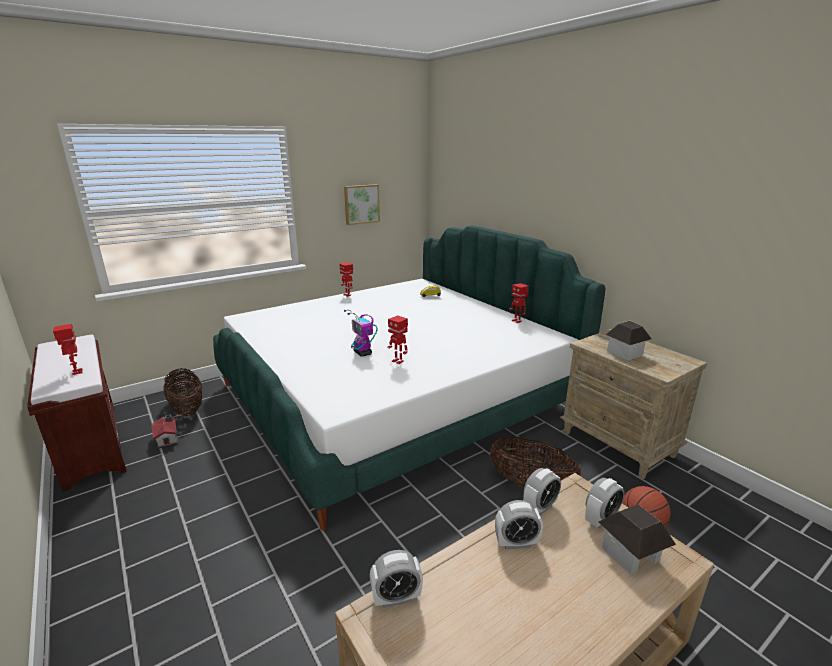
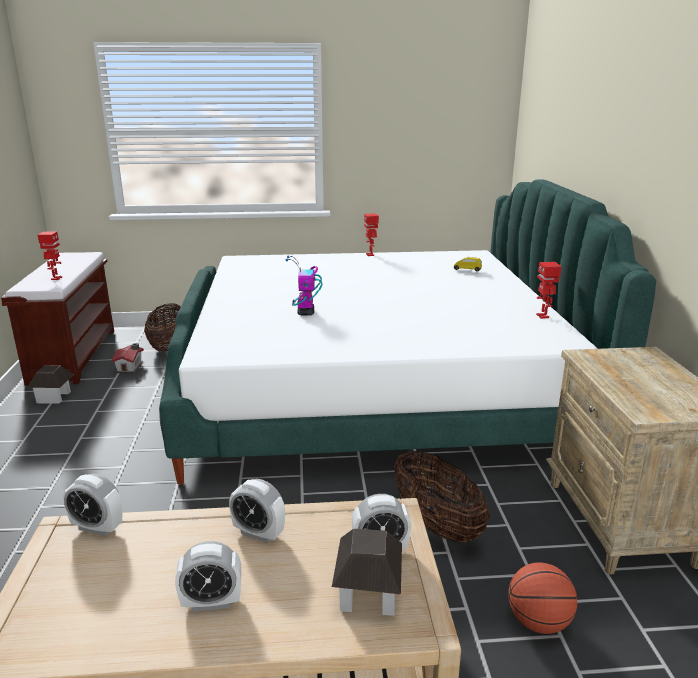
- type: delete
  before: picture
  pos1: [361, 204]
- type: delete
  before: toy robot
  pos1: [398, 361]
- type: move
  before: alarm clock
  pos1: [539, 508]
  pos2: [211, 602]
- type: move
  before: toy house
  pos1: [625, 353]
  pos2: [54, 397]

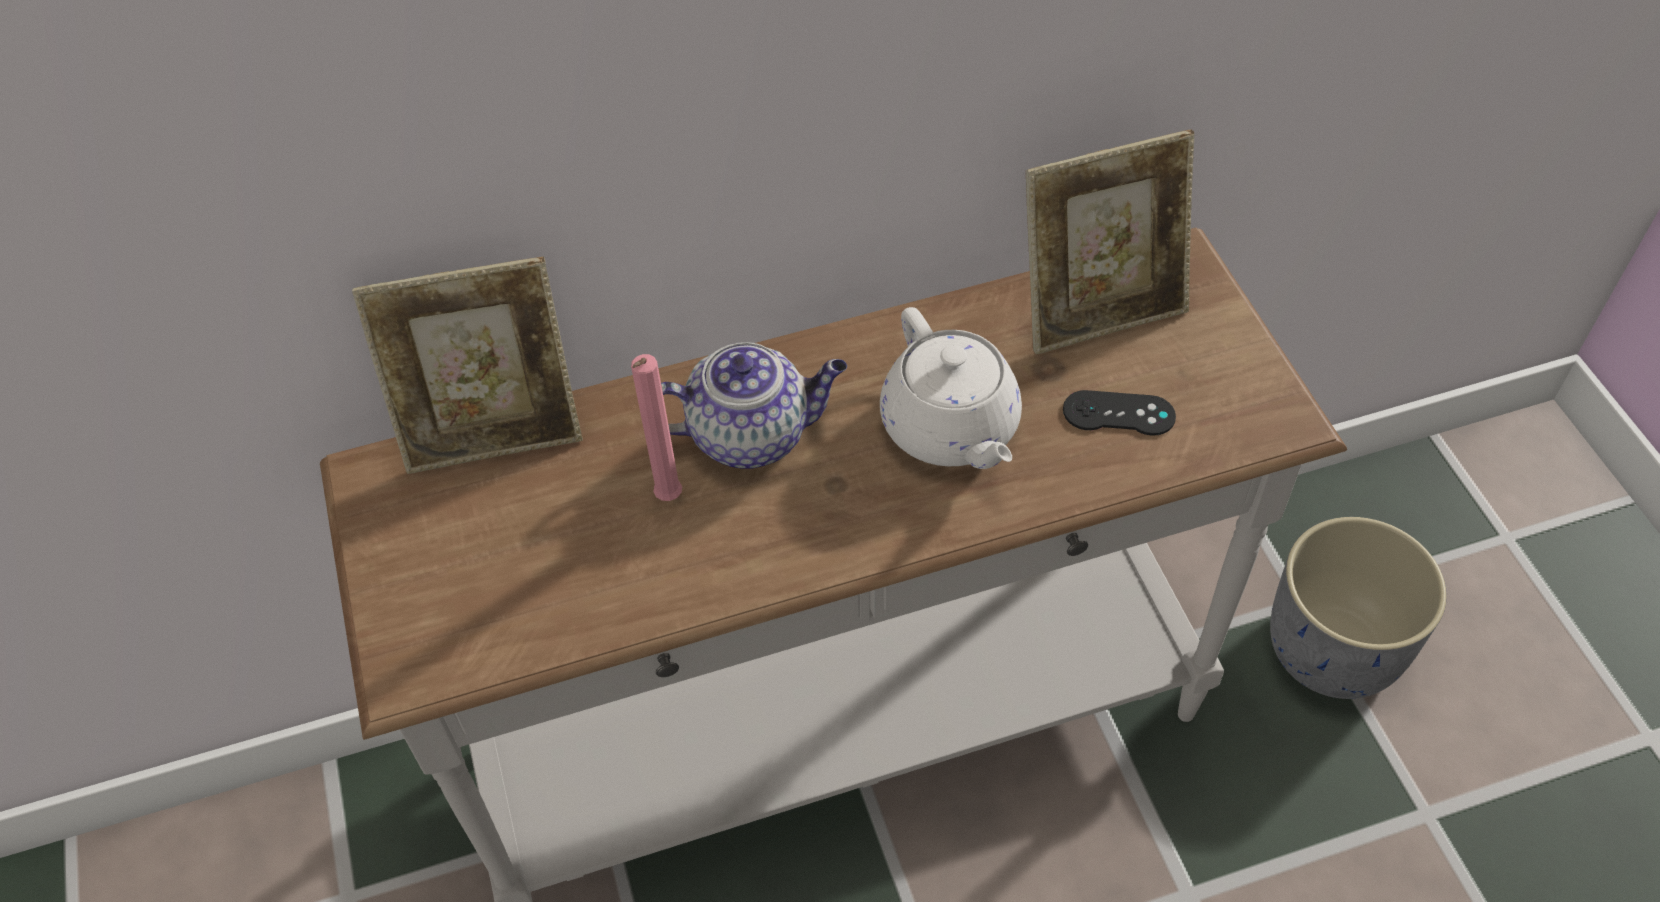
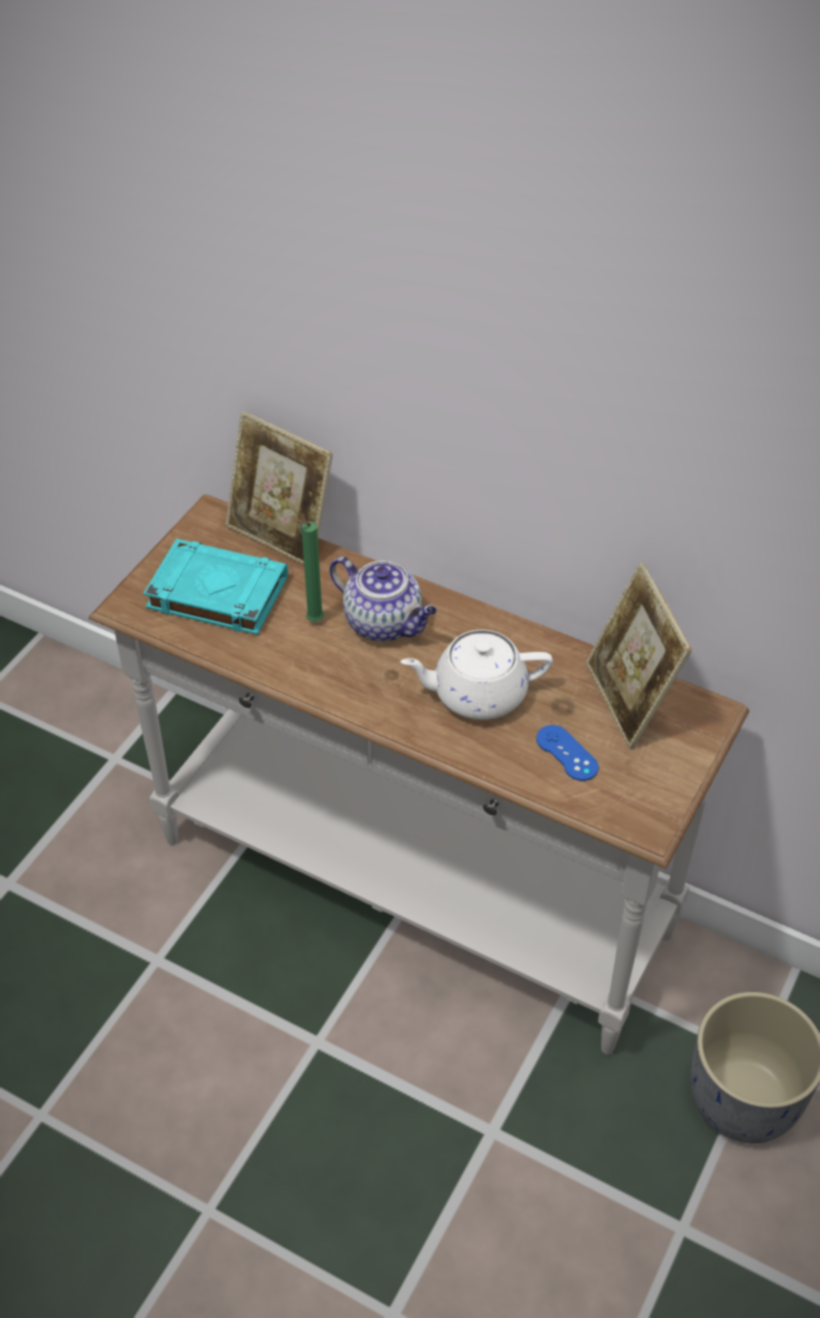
- type: recolor
  before: candle/pink
  after: candle/green
  pos1: [667, 500]
  pos2: [312, 621]
- type: rotate
  before: teapot/white
  pos1: [951, 428]
  pos2: [477, 693]
  turn: 60
- type: rotate
  before: picture frame
  pos1: [1099, 310]
  pos2: [628, 701]
  turn: 45
- type: recolor
  before: game controller/black
  after: game controller/blue
  pos1: [1118, 413]
  pos2: [567, 753]
- type: insert
  after: book/turquoise
  pos2: [216, 593]

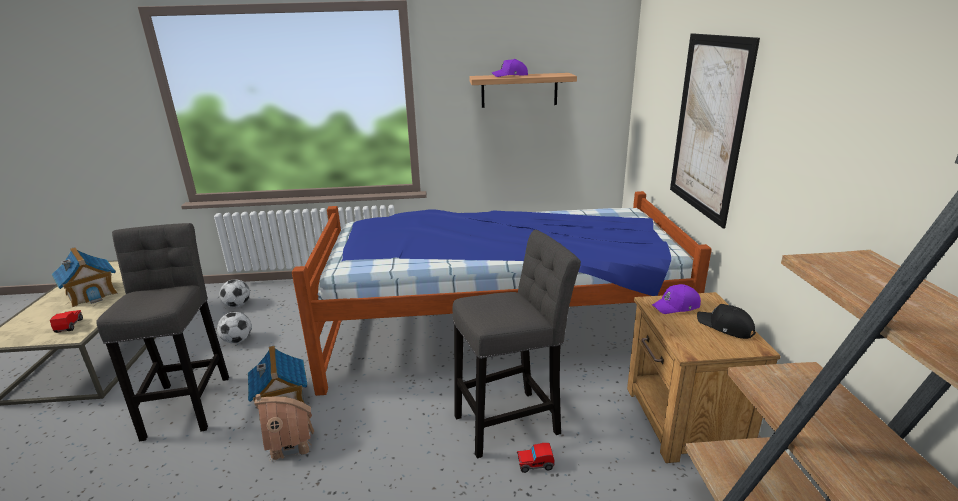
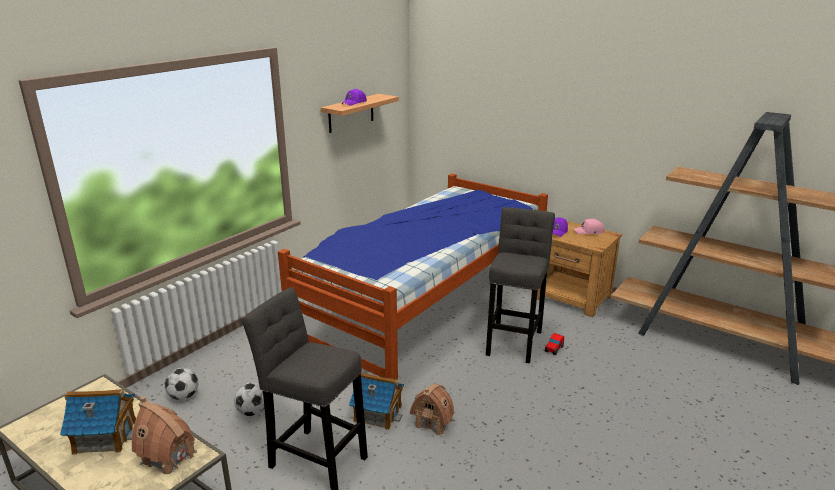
- type: replace
  before: toy car
  after: toy house
  pos1: [69, 326]
  pos2: [168, 457]
- type: delete
  before: picture
  pos1: [708, 126]
- type: recolor
  before: cap/black
  after: cap/pink
  pos1: [725, 327]
  pos2: [589, 231]

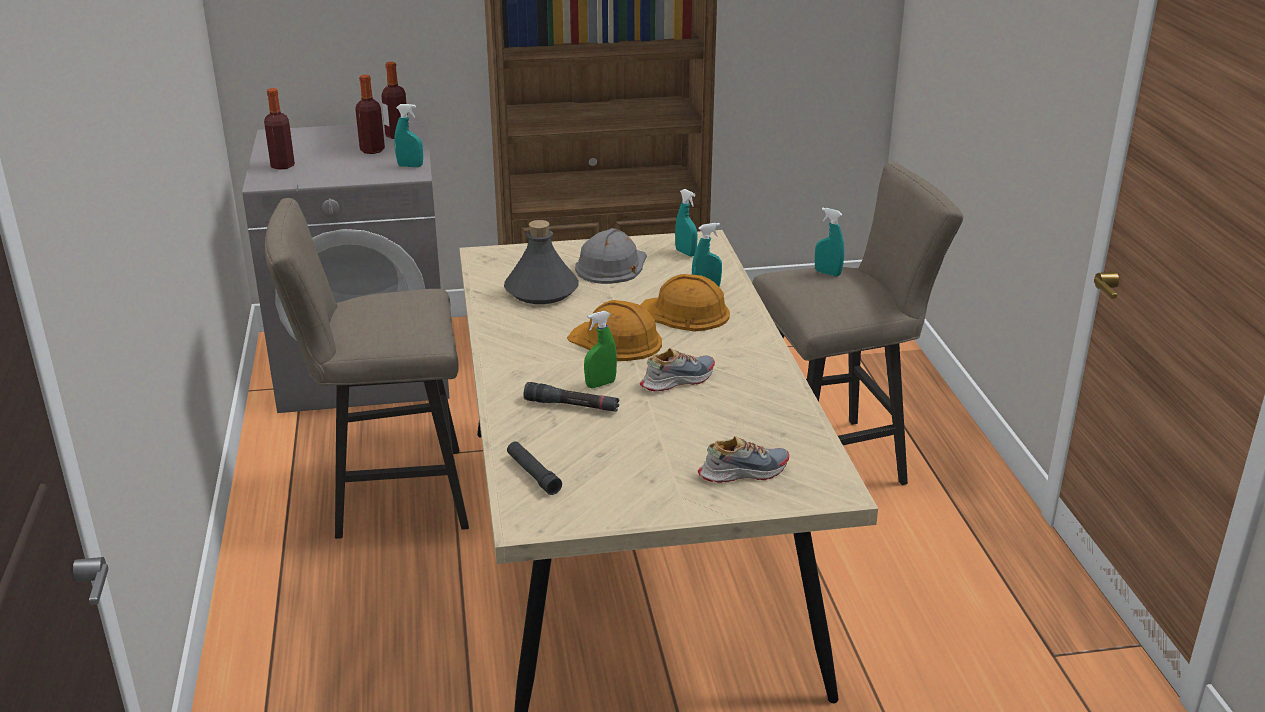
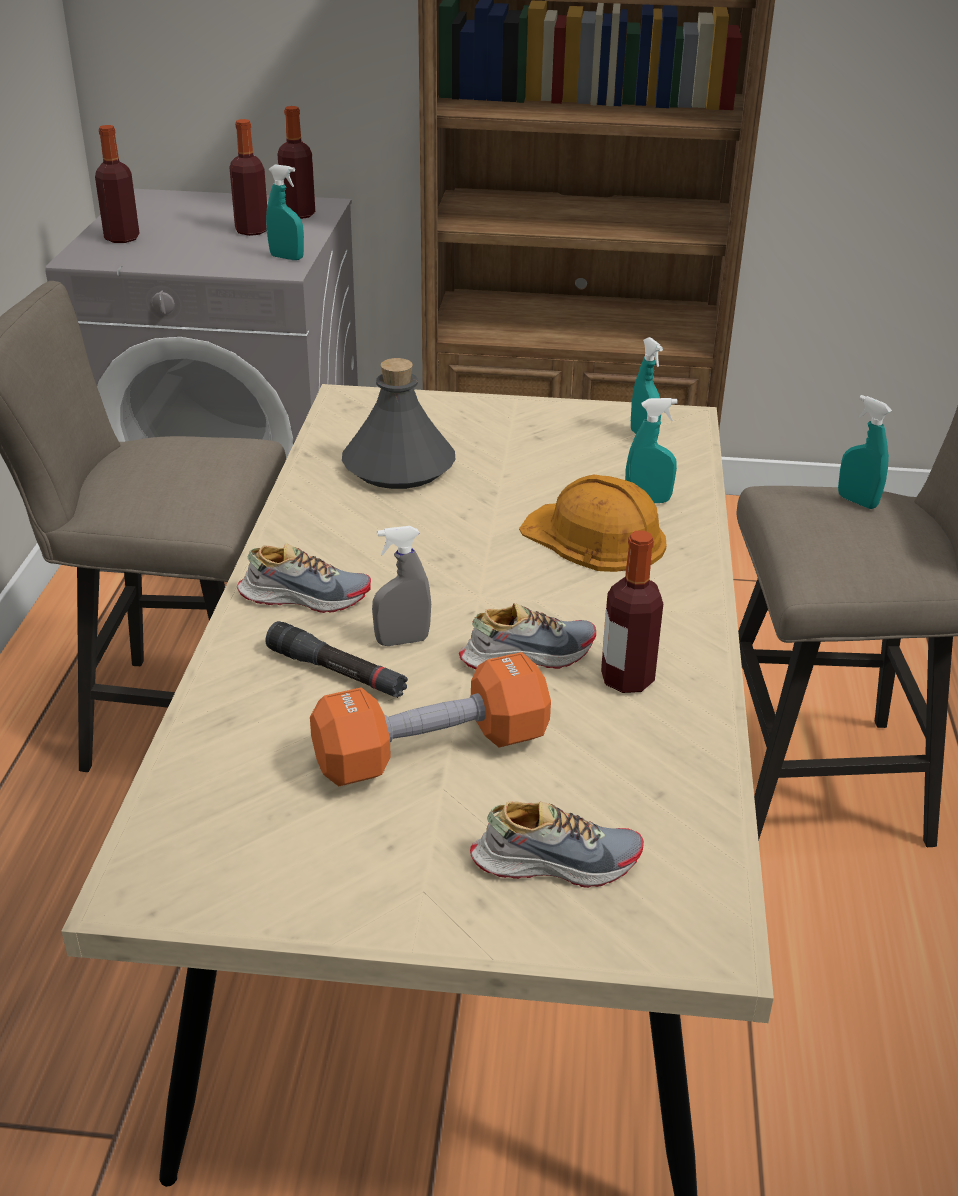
- type: delete
  before: flashlight/black
  pos1: [533, 474]
- type: delete
  before: hard hat/orange
  pos1: [616, 340]
- type: delete
  before: hard hat/grey
  pos1: [611, 265]
- type: recolor
  before: spray bottle/green
  after: spray bottle/grey
  pos1: [600, 384]
  pos2: [402, 641]
- type: insert
  after: shoe
  pos2: [304, 596]
- type: insert
  after: dumbbell/orange
  pos2: [432, 751]
- type: insert
  after: bottle
  pos2: [627, 679]

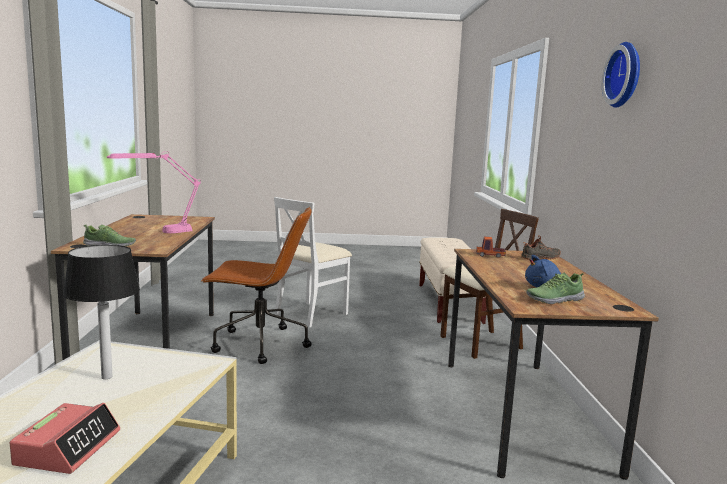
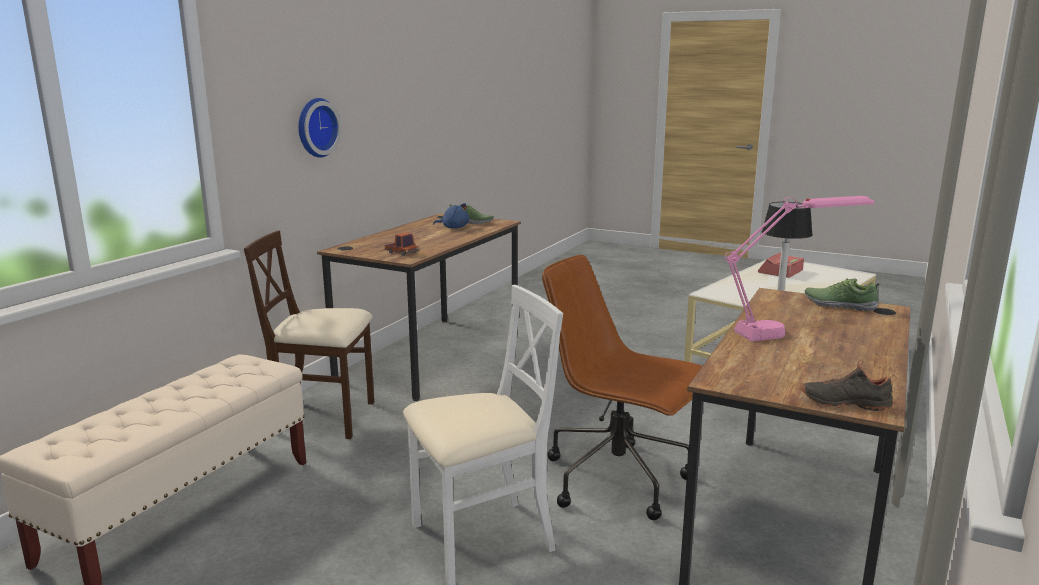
- type: move
  before: shoe/black
  pos1: [541, 258]
  pos2: [845, 402]
- type: move
  before: wall clock
  pos1: [626, 75]
  pos2: [315, 127]

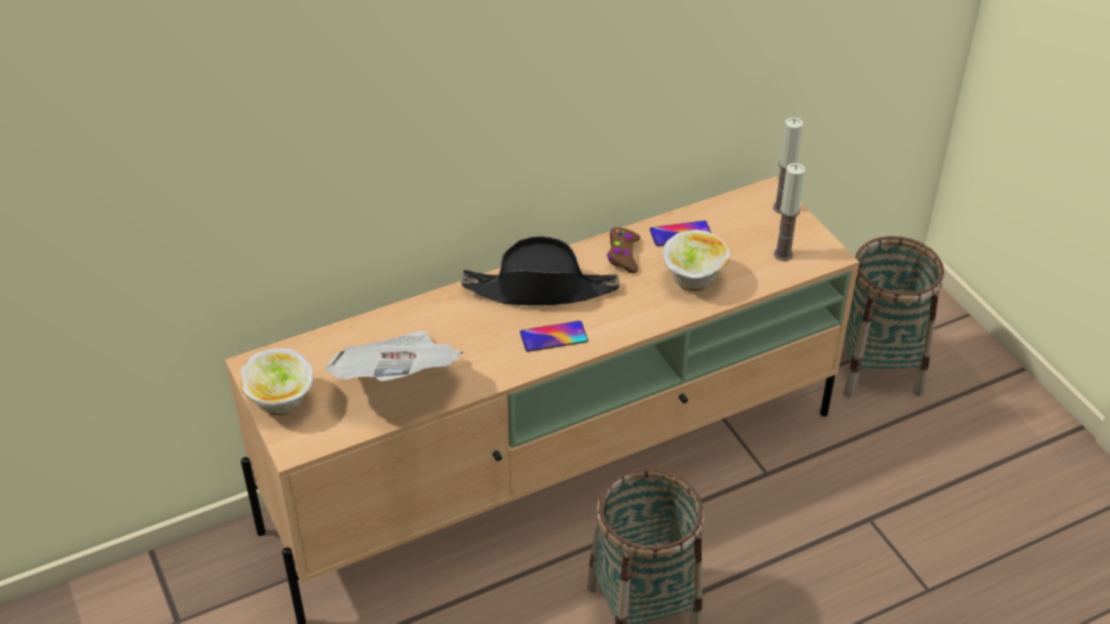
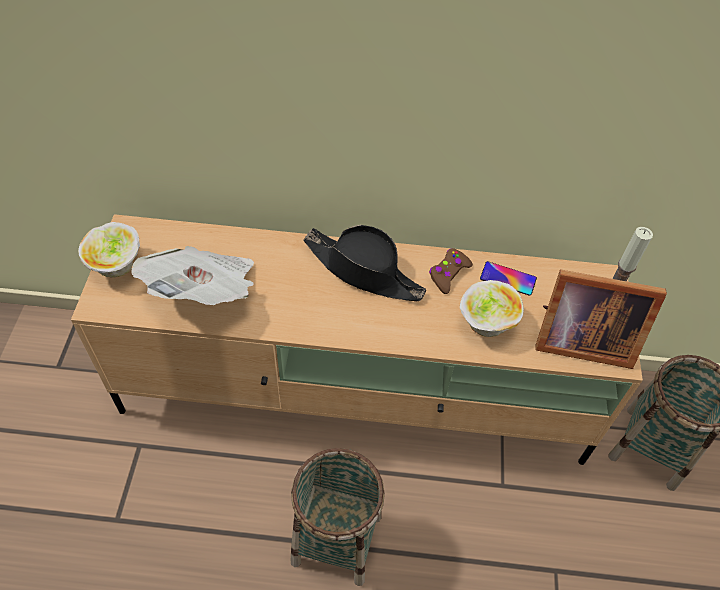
- type: delete
  before: phone
  pos1: [553, 337]
- type: replace
  before: candle
  after: picture frame
  pos1: [783, 254]
  pos2: [579, 339]

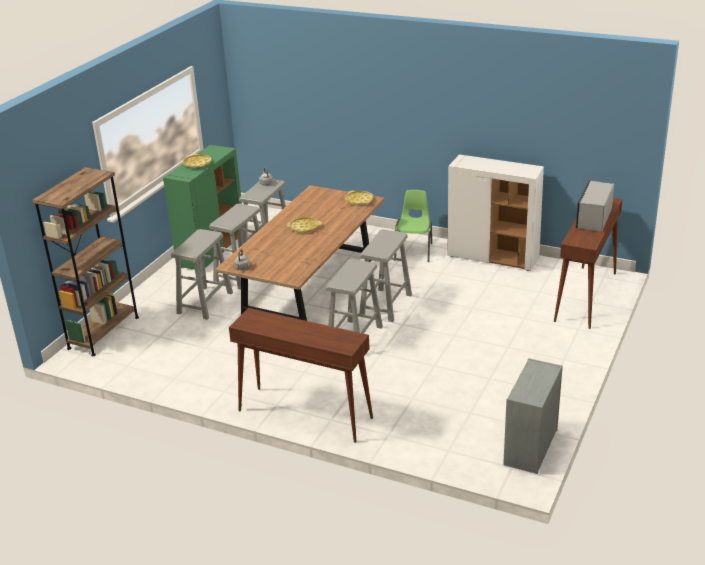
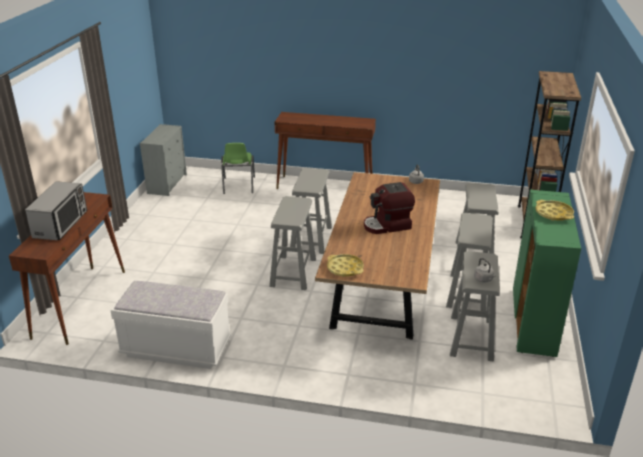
- type: replace
  before: tray/yellow
  after: coffee machine
  pos1: [304, 227]
  pos2: [387, 226]
- type: move
  before: chair/green
  pos1: [414, 251]
  pos2: [238, 186]
- type: replace
  before: cabinet/white
  after: bench/white
  pos1: [493, 257]
  pos2: [176, 349]

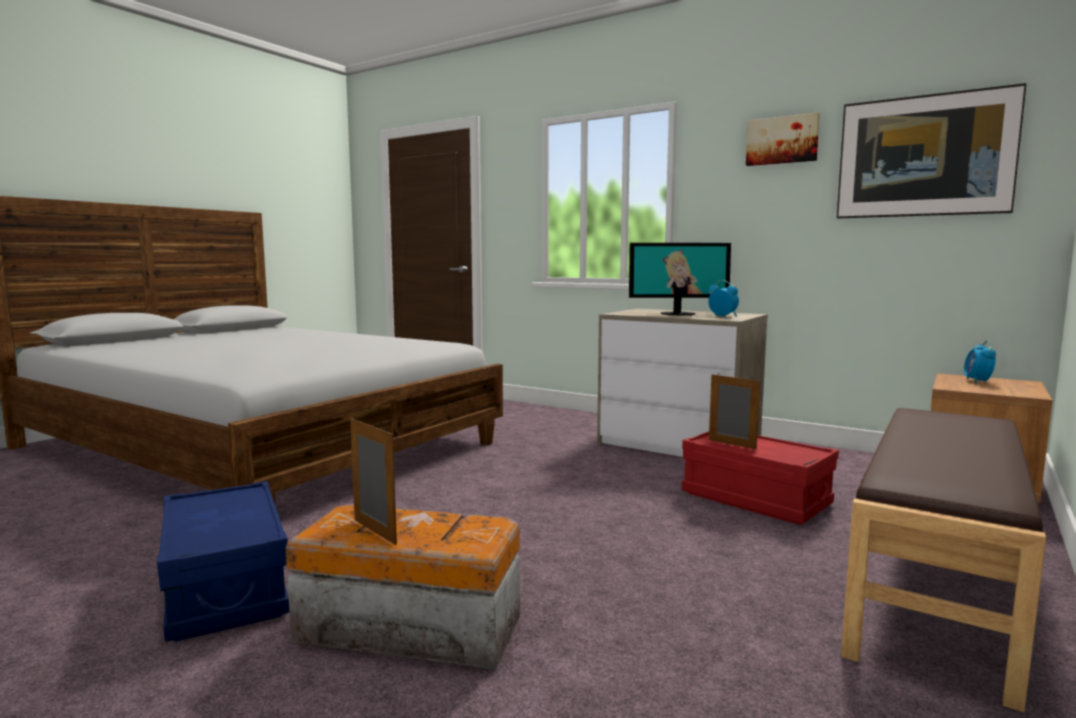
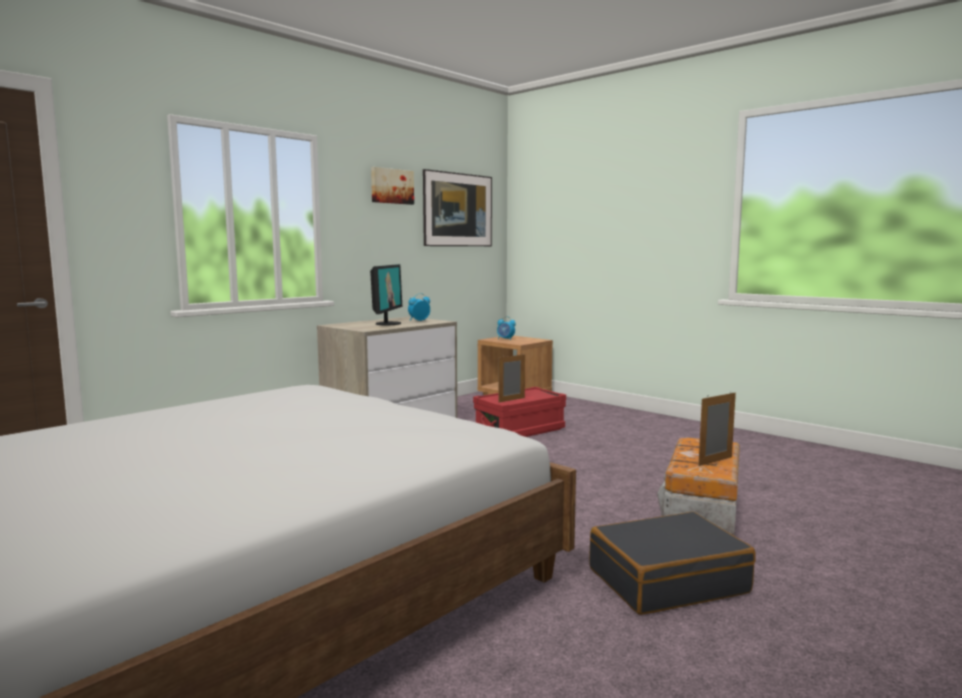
- type: replace
  before: storage box/blue
  after: suitcase/black
  pos1: [225, 588]
  pos2: [667, 580]
- type: delete
  before: bench/brown
  pos1: [939, 586]

